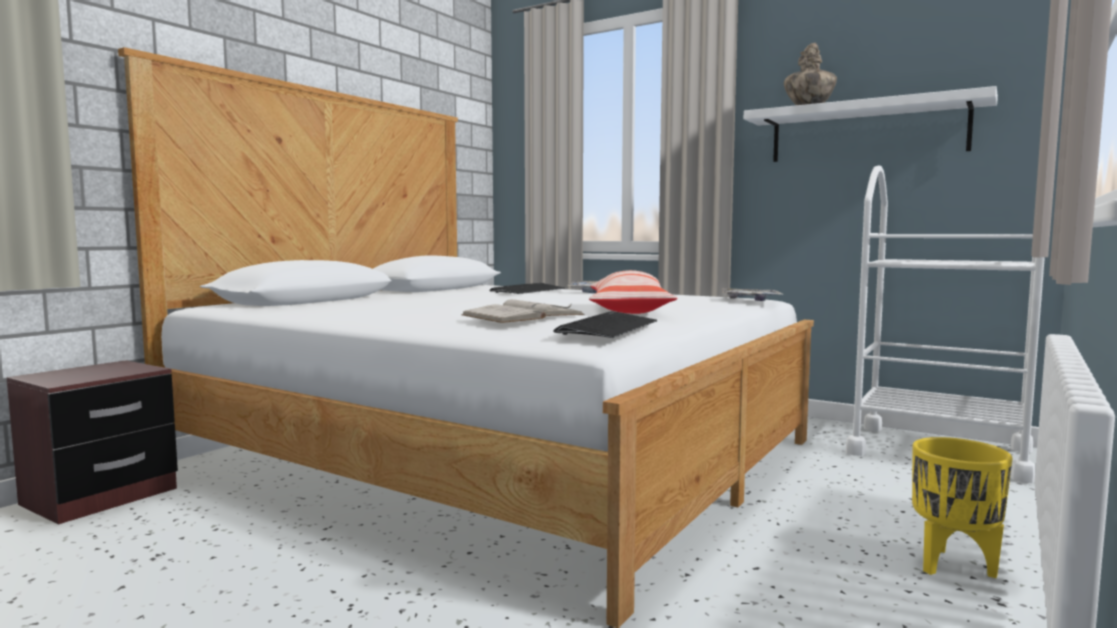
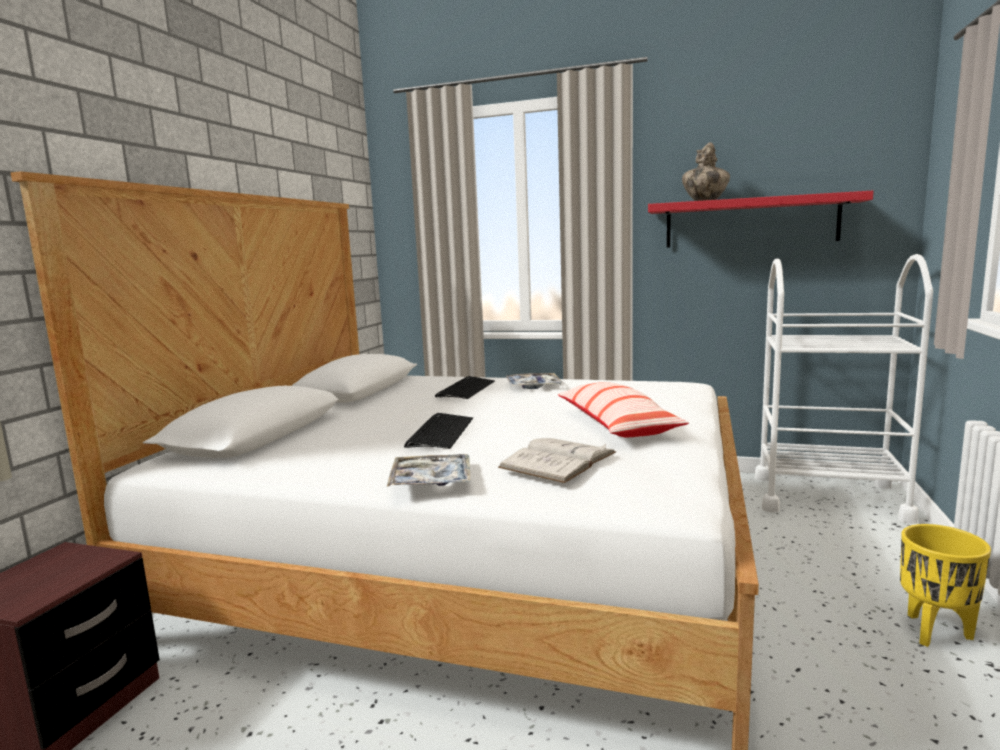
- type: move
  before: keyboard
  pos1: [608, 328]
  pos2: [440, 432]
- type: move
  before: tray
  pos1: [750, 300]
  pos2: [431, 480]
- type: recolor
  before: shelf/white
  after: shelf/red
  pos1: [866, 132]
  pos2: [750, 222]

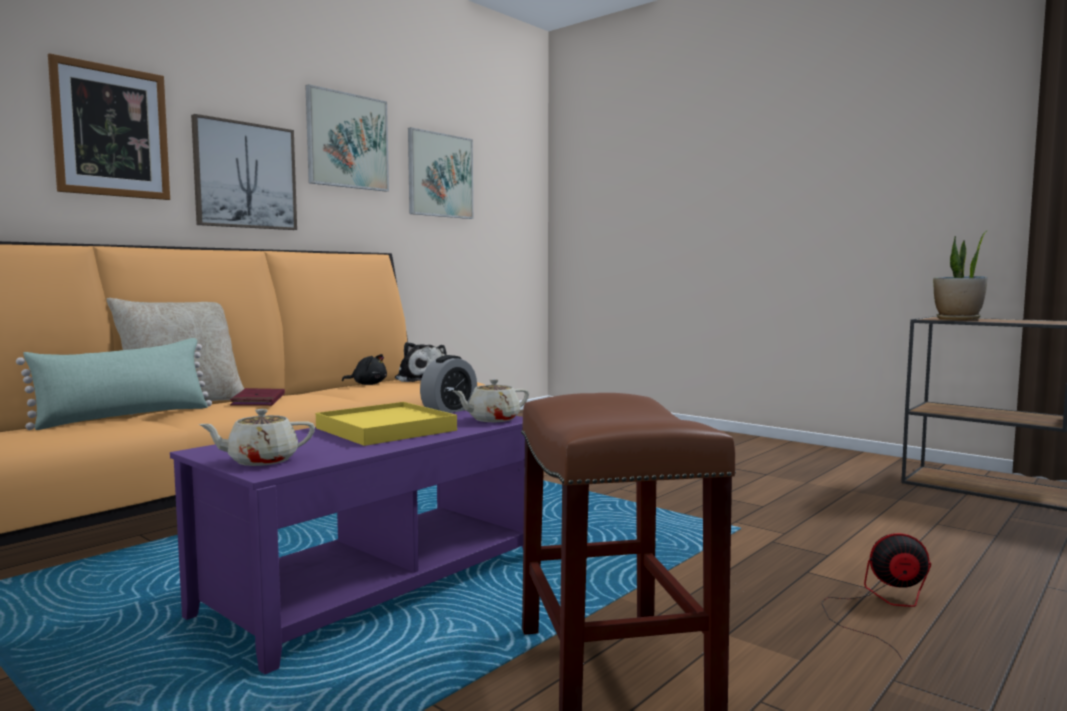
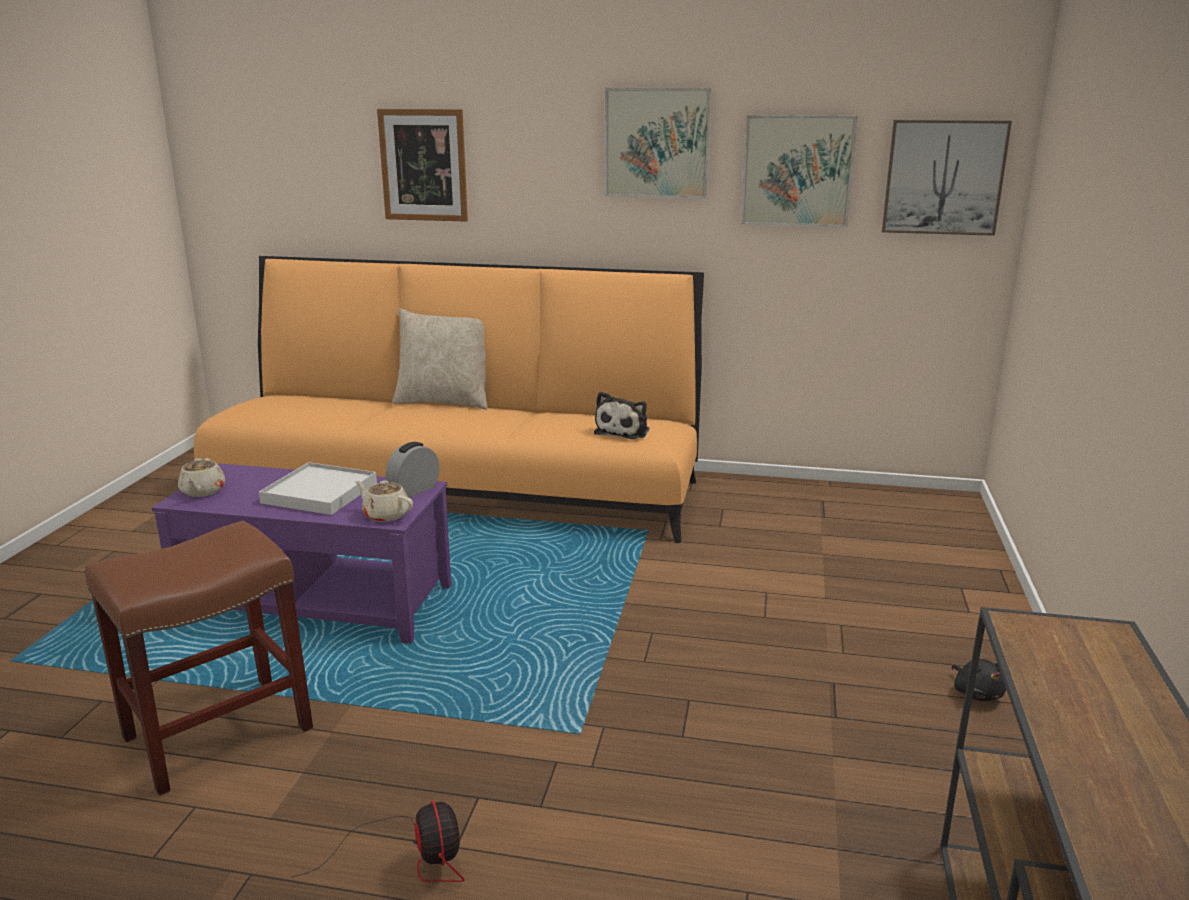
- type: delete
  before: pillow/green
  pos1: [125, 417]
- type: move
  before: picture
  pos1: [245, 175]
  pos2: [943, 177]
- type: rotate
  before: teapot/beige
  pos1: [261, 461]
  pos2: [202, 491]
  turn: -135
- type: delete
  before: book/red
  pos1: [258, 401]
- type: recolor
  before: tray/yellow
  after: tray/white
  pos1: [385, 429]
  pos2: [319, 493]
- type: move
  before: plush toy/black
  pos1: [367, 384]
  pos2: [977, 693]
- type: rotate
  before: alarm clock
  pos1: [449, 410]
  pos2: [414, 490]
  turn: 120
- type: delete
  before: potted plant
  pos1: [958, 319]

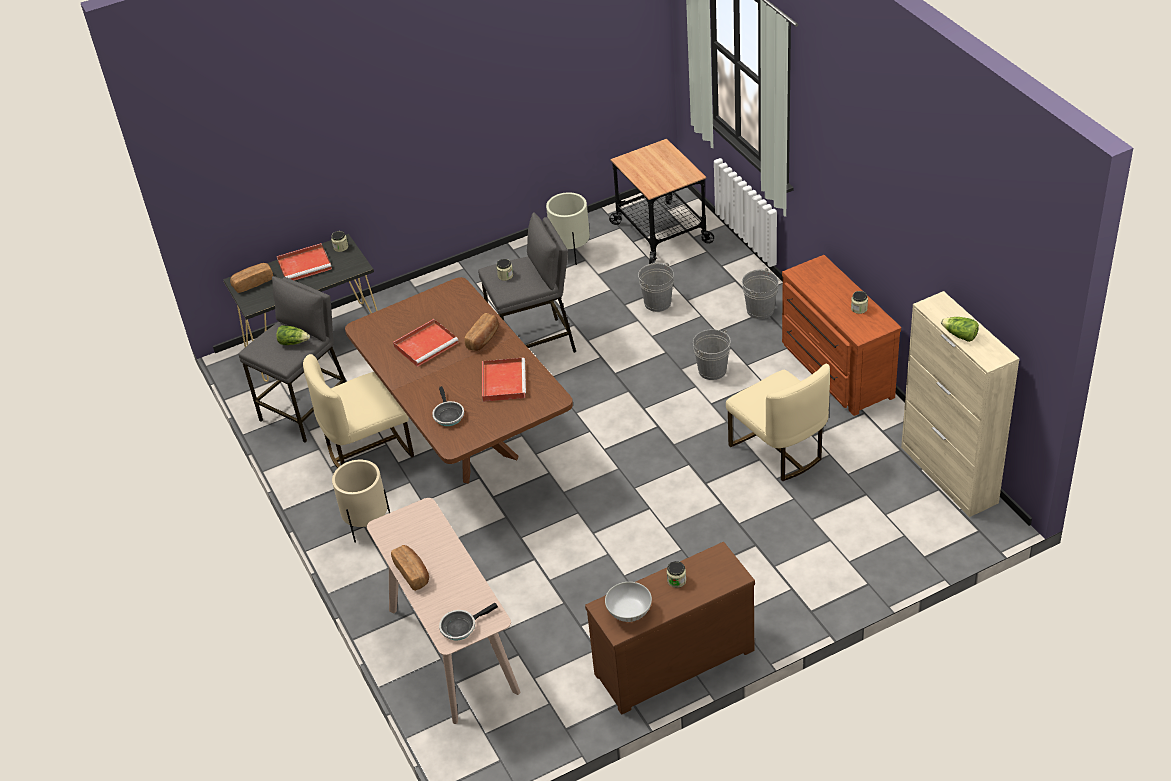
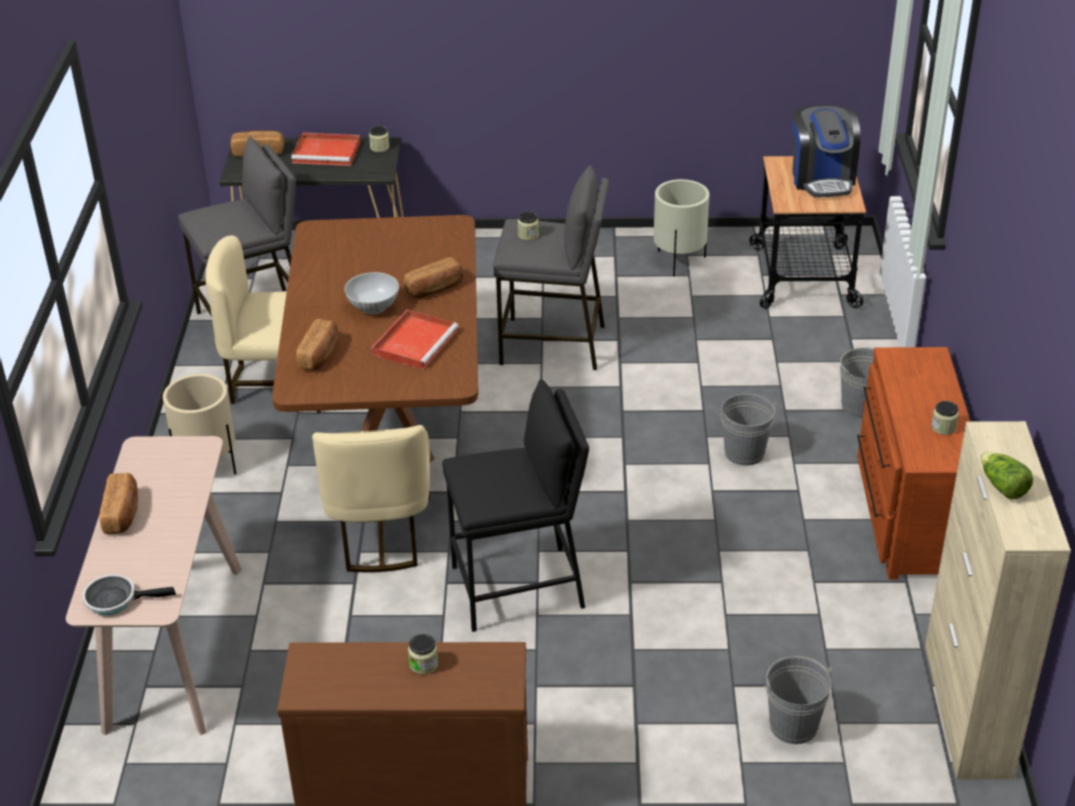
- type: delete
  before: lettuce
  pos1: [293, 342]
- type: delete
  before: tray/red
  pos1: [426, 344]
- type: replace
  before: frying pan
  after: bread
  pos1: [448, 415]
  pos2: [320, 355]
- type: move
  before: bowl/white
  pos1: [629, 612]
  pos2: [373, 307]
- type: move
  before: bucket/grey
  pos1: [657, 303]
  pos2: [793, 725]
- type: move
  before: chair/beige
  pos1: [779, 450]
  pos2: [380, 534]
- type: insert
  after: stool/black
  pos2: [518, 588]
- type: insert
  after: coffee machine
  pos2: [822, 178]

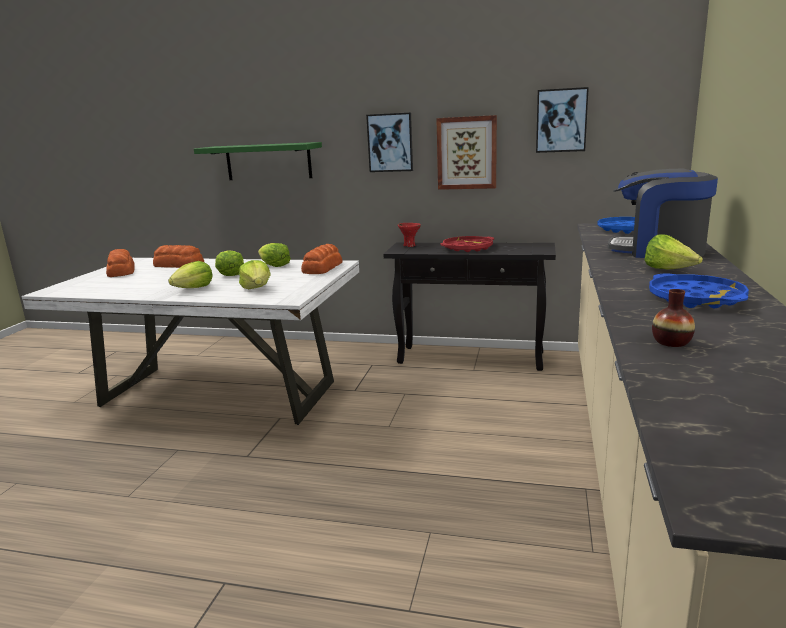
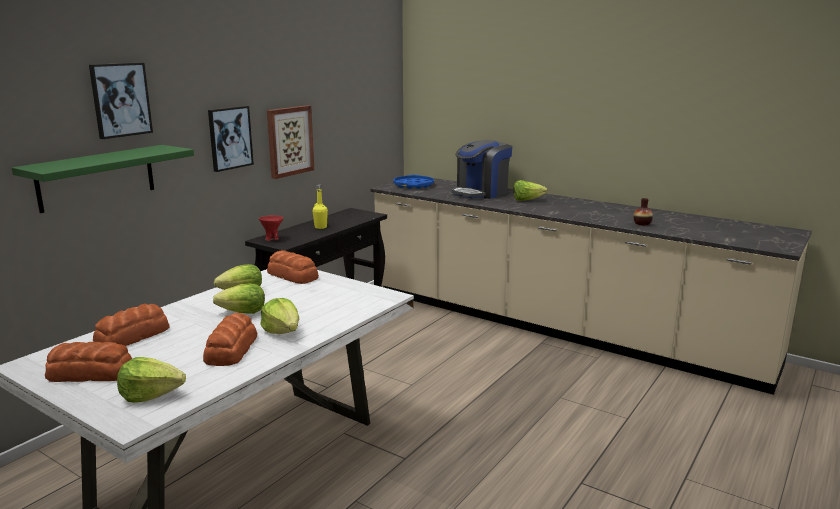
- type: move
  before: lettuce
  pos1: [257, 288]
  pos2: [151, 394]
- type: replace
  before: tray/red
  after: bottle/yellow
  pos1: [467, 248]
  pos2: [320, 227]
- type: move
  before: picture
  pos1: [561, 120]
  pos2: [120, 100]
- type: delete
  before: tray/blue
  pos1: [695, 298]
- type: insert
  after: bread
  pos2: [230, 349]

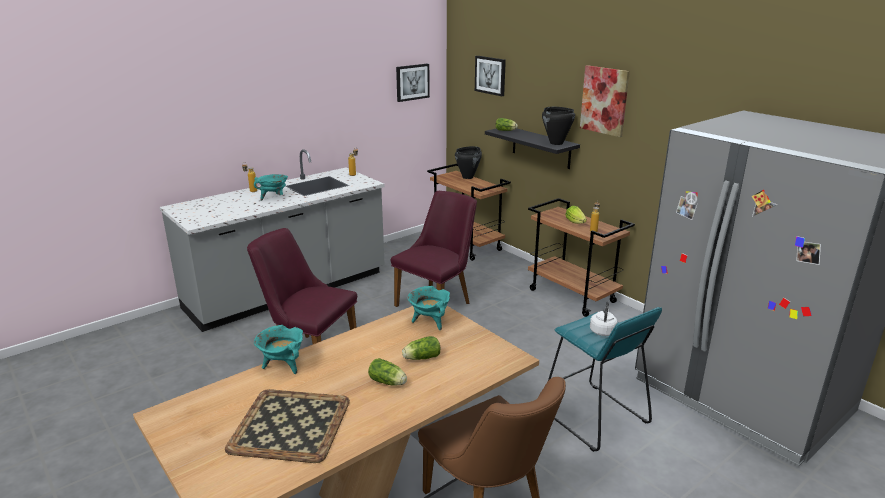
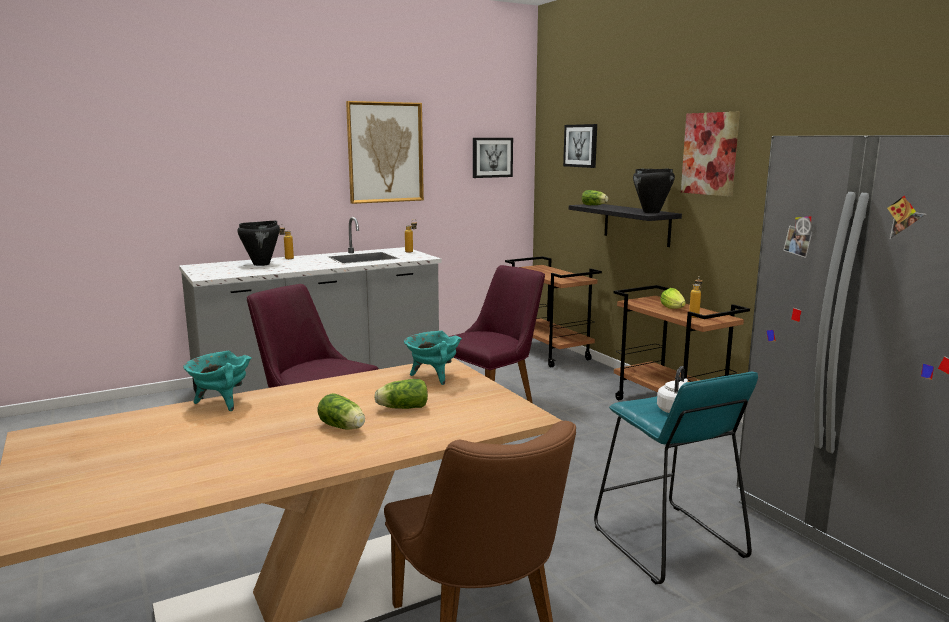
- type: delete
  before: tray
  pos1: [292, 424]
- type: delete
  before: cooking pot/turquoise
  pos1: [274, 198]
- type: move
  before: cooking pot/black
  pos1: [468, 177]
  pos2: [262, 264]
- type: insert
  after: picture
  pos2: [385, 152]

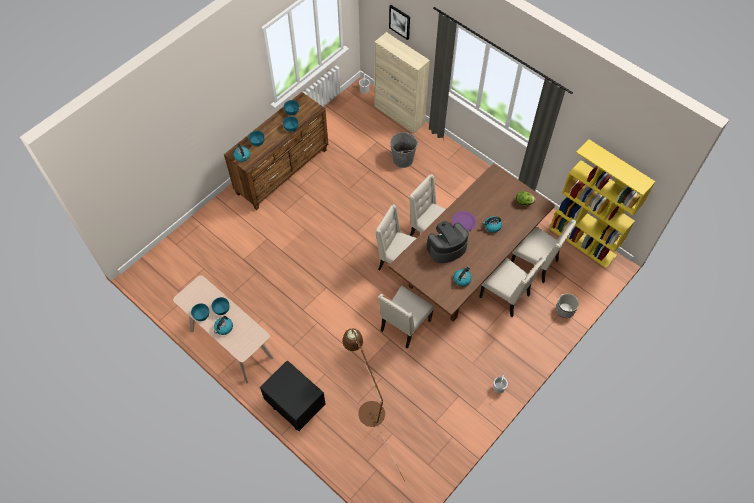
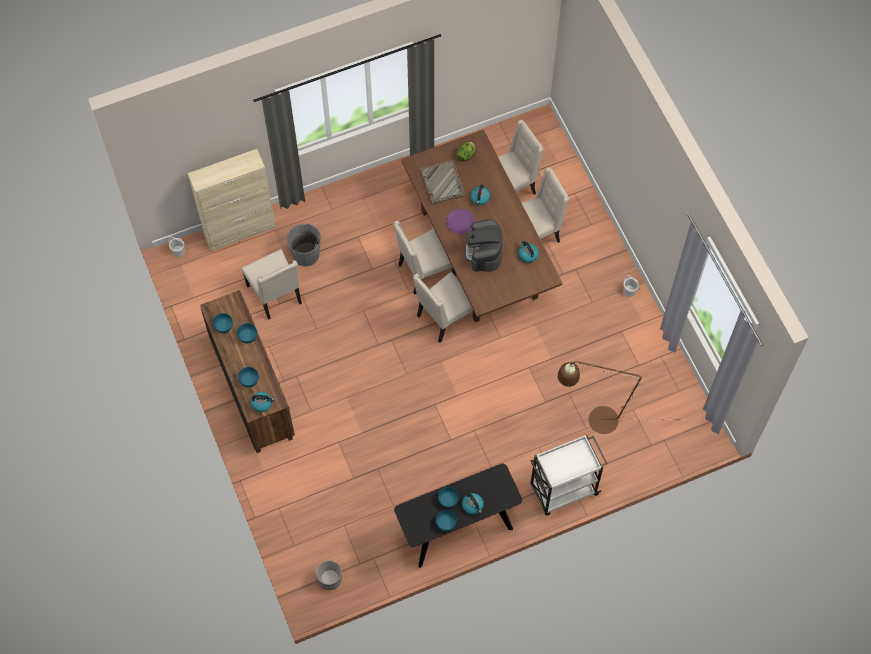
- type: recolor
  before: console table/beige
  after: console table/black
  pos1: [230, 344]
  pos2: [457, 529]
- type: replace
  before: nightstand/black
  after: cart/white
  pos1: [295, 407]
  pos2: [562, 490]
- type: move
  before: chair/beige
  pos1: [404, 326]
  pos2: [275, 295]
- type: delete
  before: picture
  pos1: [400, 22]
- type: delete
  before: bookcase/yellow
  pos1: [583, 242]
- type: move
  before: planter
  pos1: [565, 310]
  pos2: [330, 578]
- type: insert
  after: tray/grey
  pos2: [442, 183]

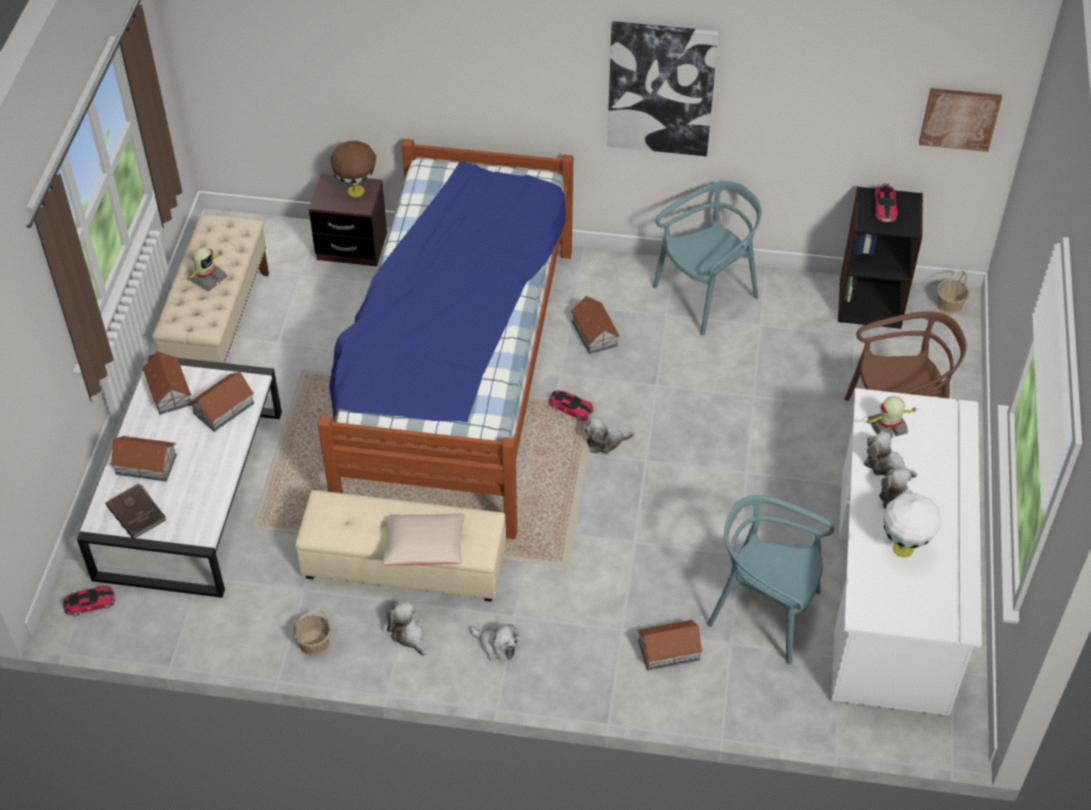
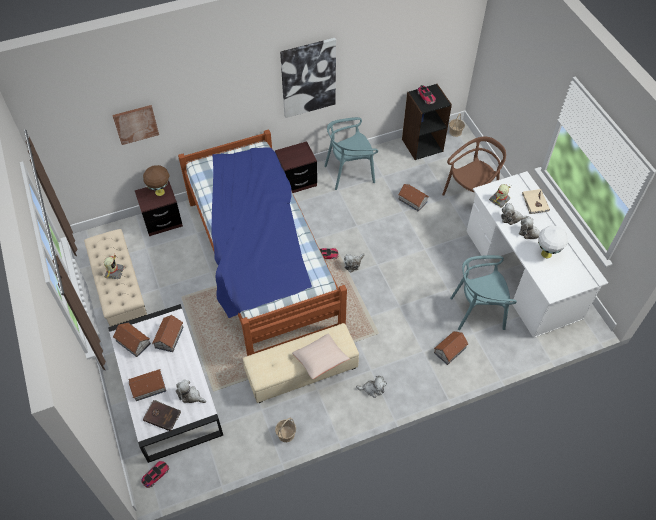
- type: move
  before: plush toy
  pos1: [408, 635]
  pos2: [190, 396]
- type: move
  before: toy house
  pos1: [594, 334]
  pos2: [413, 201]
- type: rotate
  before: chair/turquoise
  pos1: [706, 295]
  pos2: [349, 172]
  turn: -135
- type: move
  before: picture
  pos1: [959, 118]
  pos2: [136, 124]
- type: insert
  after: nightstand/brown
  pos2: [297, 181]
- type: insert
  after: book/beige
  pos2: [535, 202]

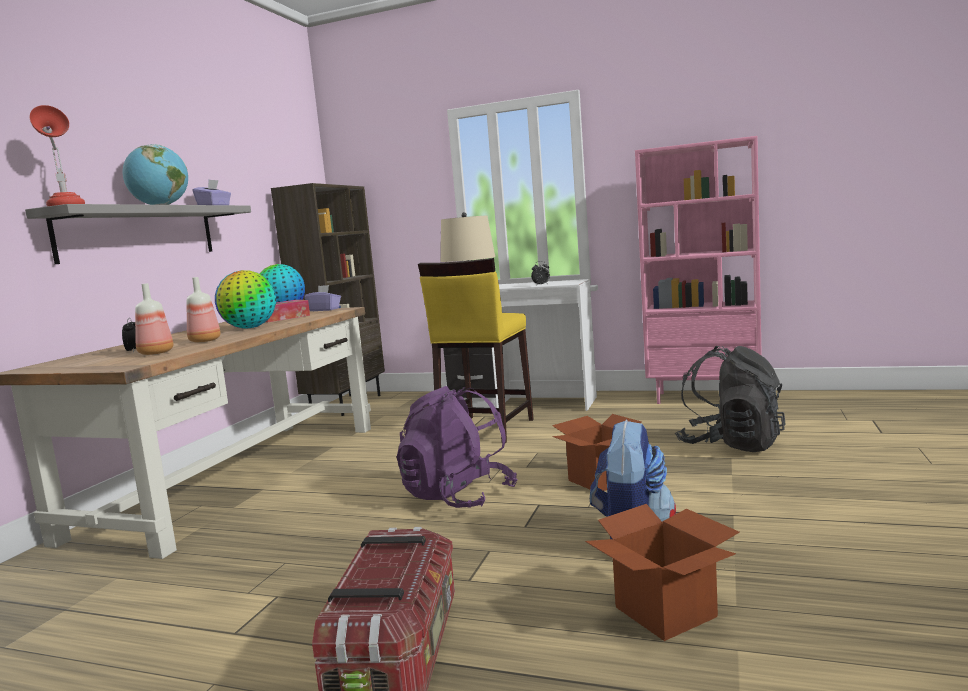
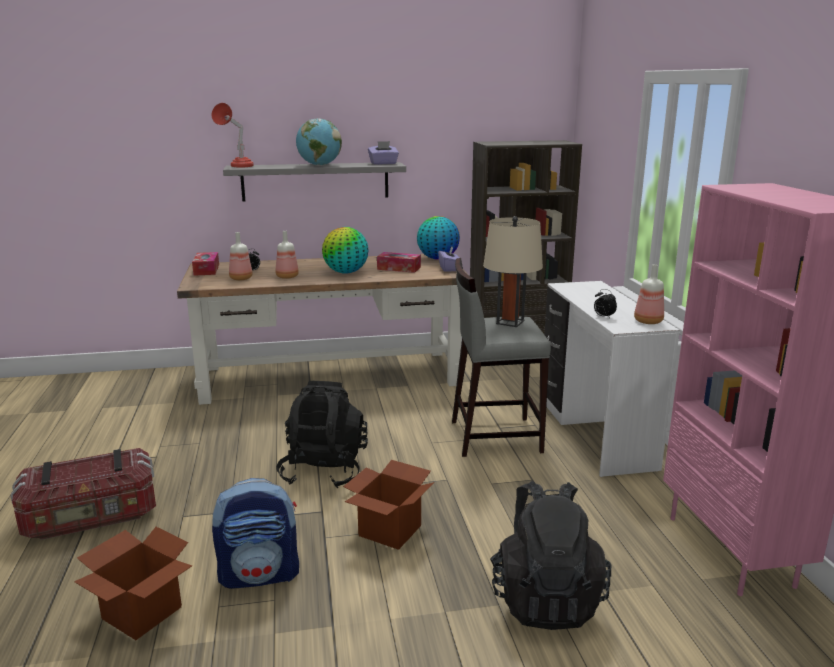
- type: recolor
  before: backpack/purple
  after: backpack/black
  pos1: [458, 497]
  pos2: [324, 470]
- type: recolor
  before: stool/yellow
  after: stool/grey
  pos1: [485, 429]
  pos2: [494, 436]
- type: insert
  after: tissue box
  pos2: [206, 270]
- type: insert
  after: bottle
  pos2: [647, 321]

